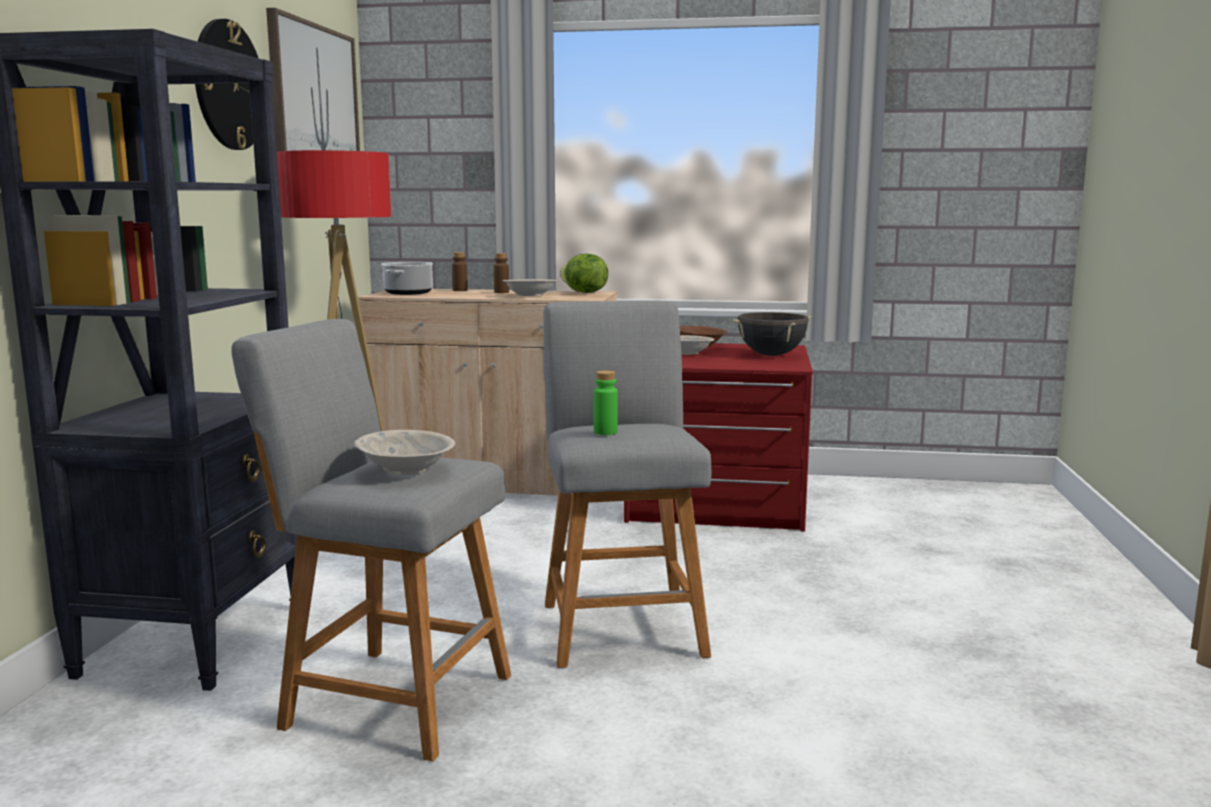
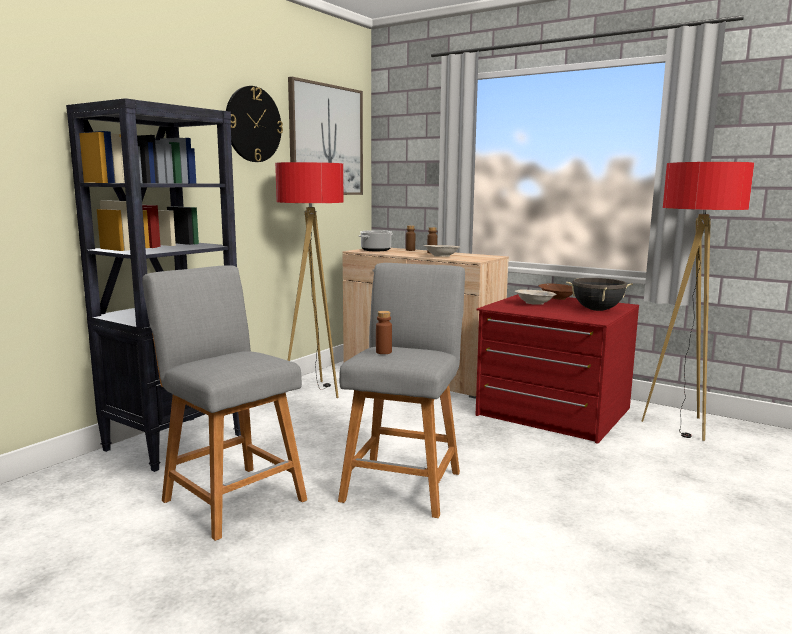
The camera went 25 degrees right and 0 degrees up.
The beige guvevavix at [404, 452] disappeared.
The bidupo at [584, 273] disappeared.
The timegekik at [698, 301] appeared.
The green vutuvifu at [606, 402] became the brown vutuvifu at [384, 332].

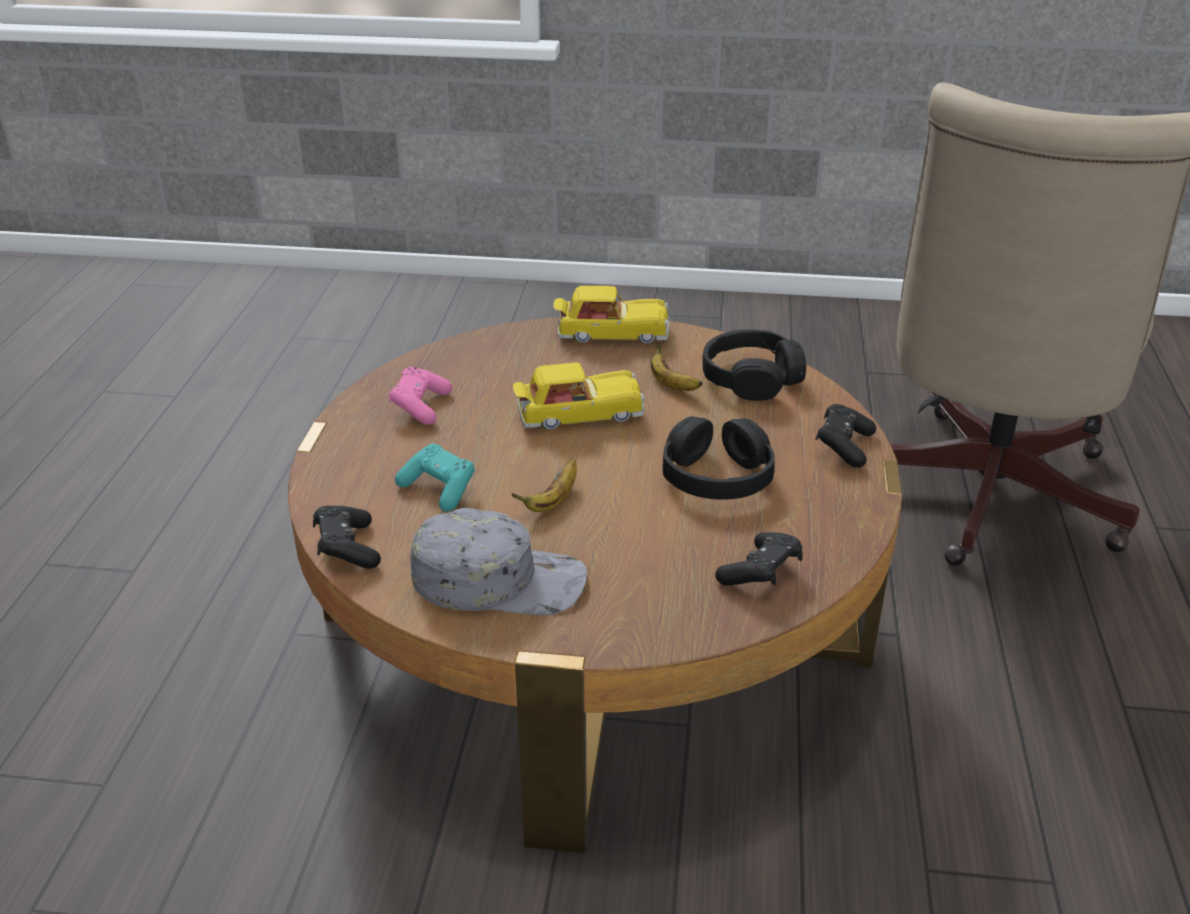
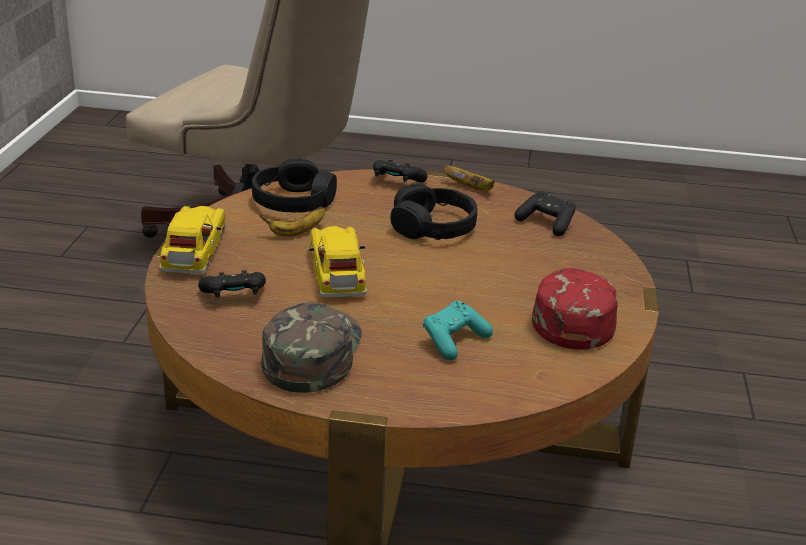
The camera went 90 degrees left and 5 degrees down.
The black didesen moved from [347, 537] to [232, 284].
The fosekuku moved from [544, 485] to [469, 178].
The pink didesen at [420, 396] was replaced by the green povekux at [311, 347].
The grey povekux at [498, 561] became the red povekux at [575, 309].

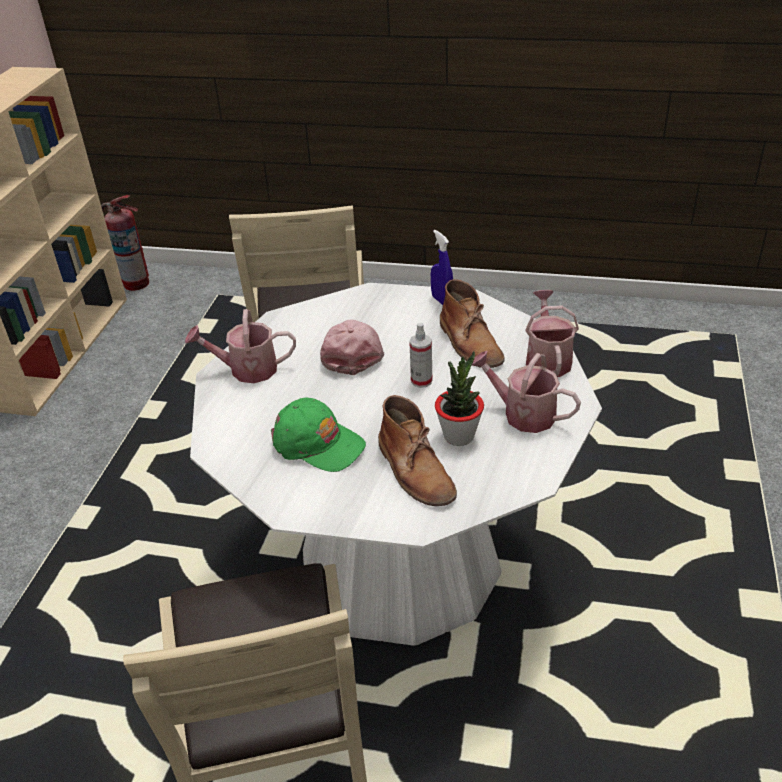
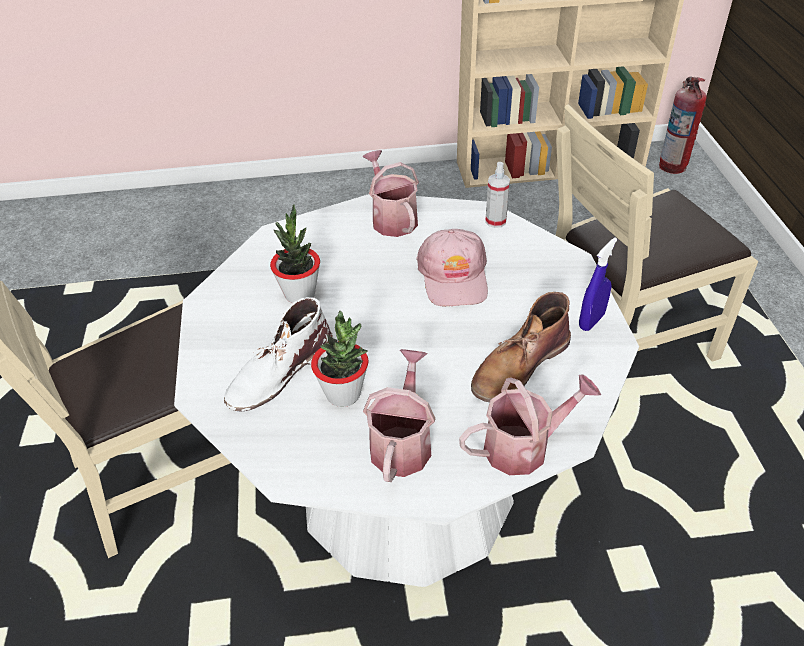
The camera went 70 degrees right and 5 degrees up.
The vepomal moved from [420, 355] to [497, 195].
The green povekux at [318, 434] was replaced by the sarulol at [295, 253].
The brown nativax at [417, 450] became the white nativax at [279, 354].
The pink povekux at [352, 347] turned 105 degrees clockwise.

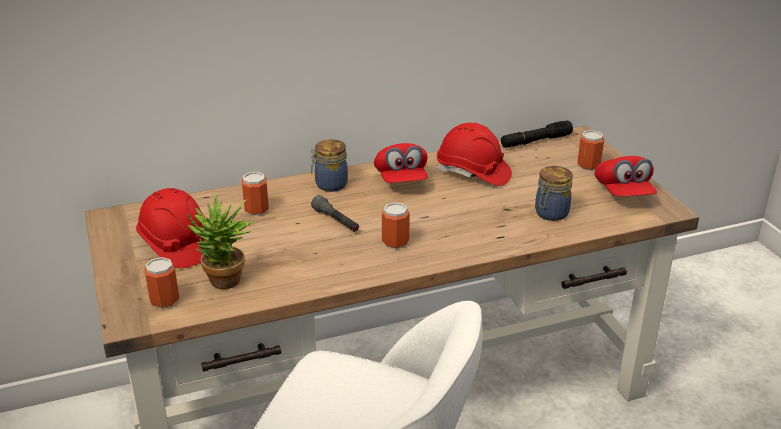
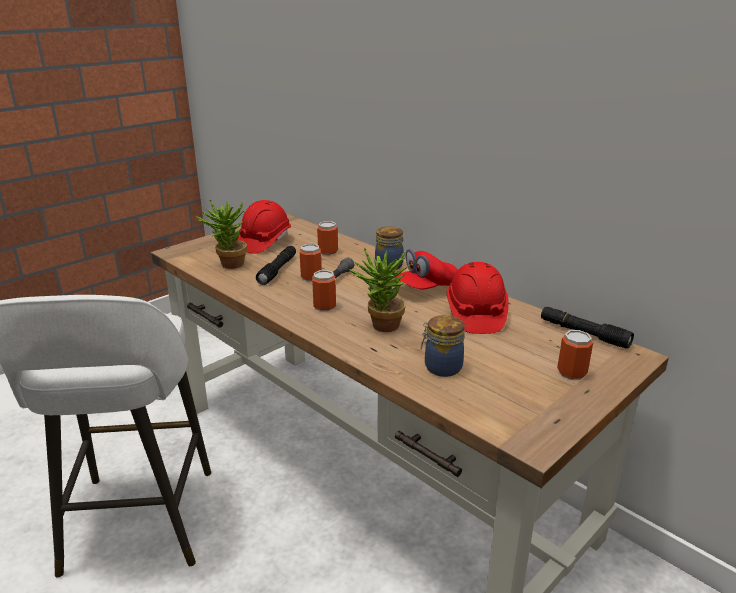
The camera went 65 degrees right and 5 degrees down.
The red povekux at [626, 176] disappeared.
The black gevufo at [276, 265] appeared.
The sarulol at [380, 290] appeared.
The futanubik moved from [161, 283] to [311, 262].

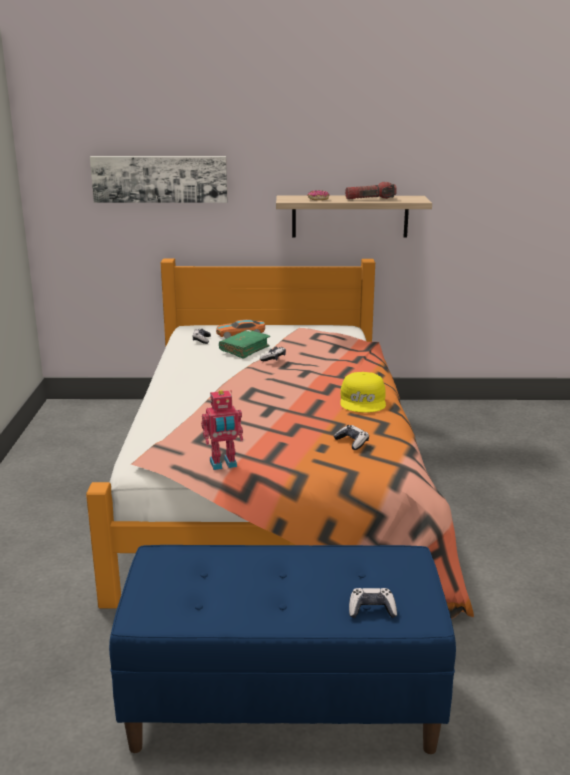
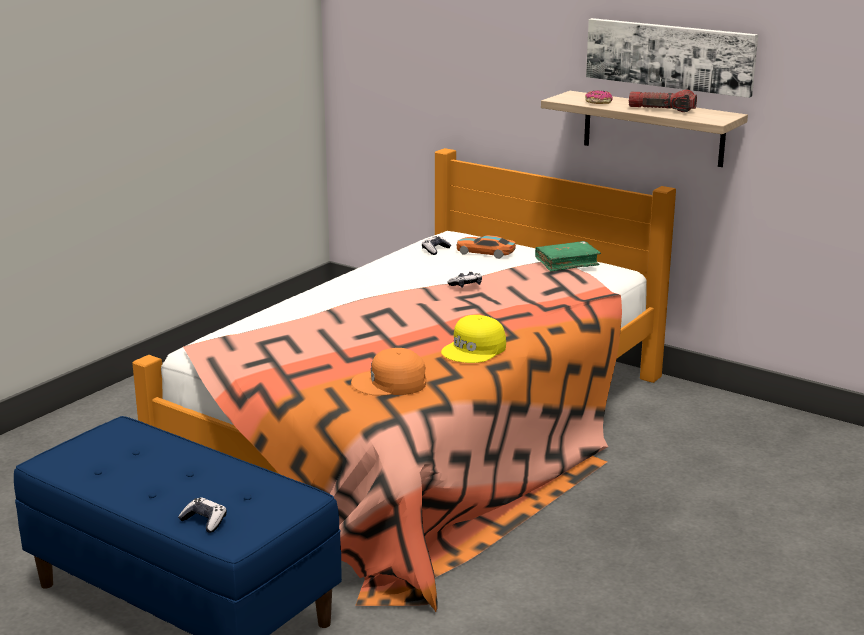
The camera went 35 degrees right and 0 degrees up.
The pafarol at [222, 430] disappeared.
The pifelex moved from [159, 179] to [672, 58].
The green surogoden moved from [244, 344] to [568, 256].
The didesen at [351, 437] was replaced by the orange povekux at [388, 371].

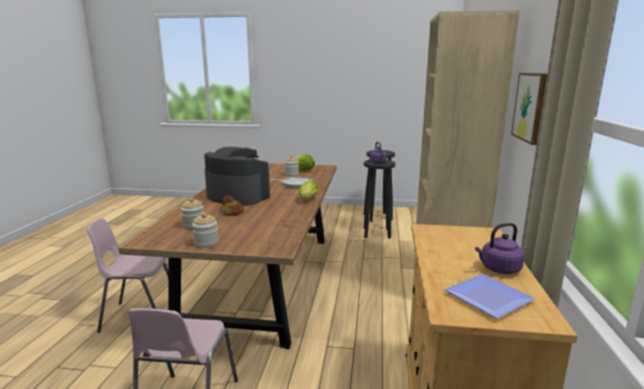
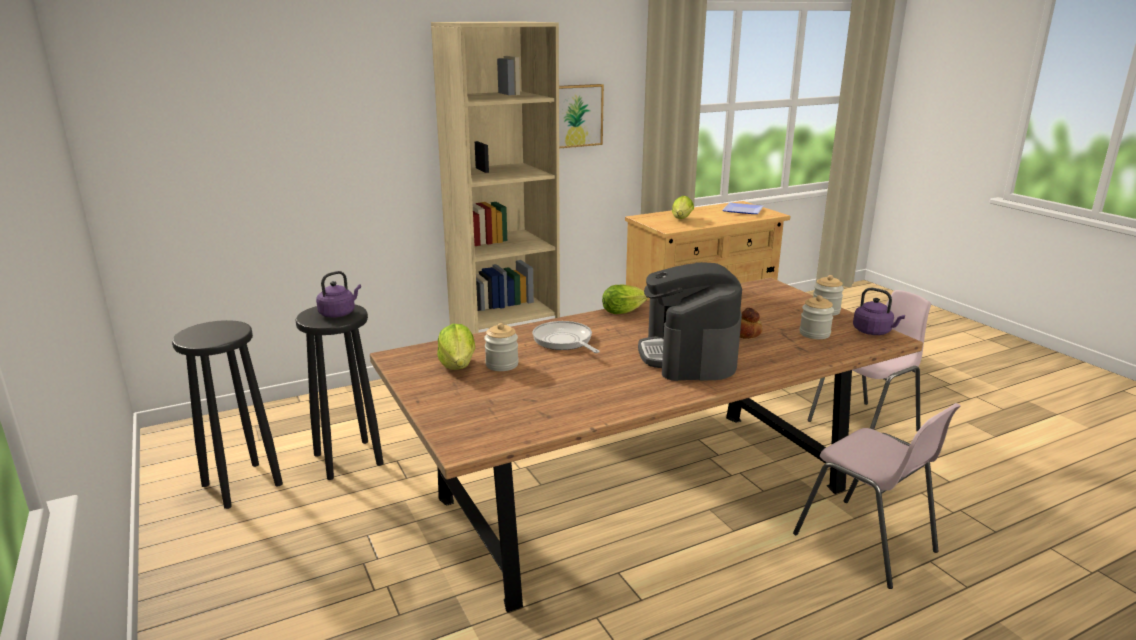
The camera went 125 degrees left and 5 degrees up.
The bidupo at [683, 207] appeared.
The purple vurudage moved from [500, 248] to [879, 311].

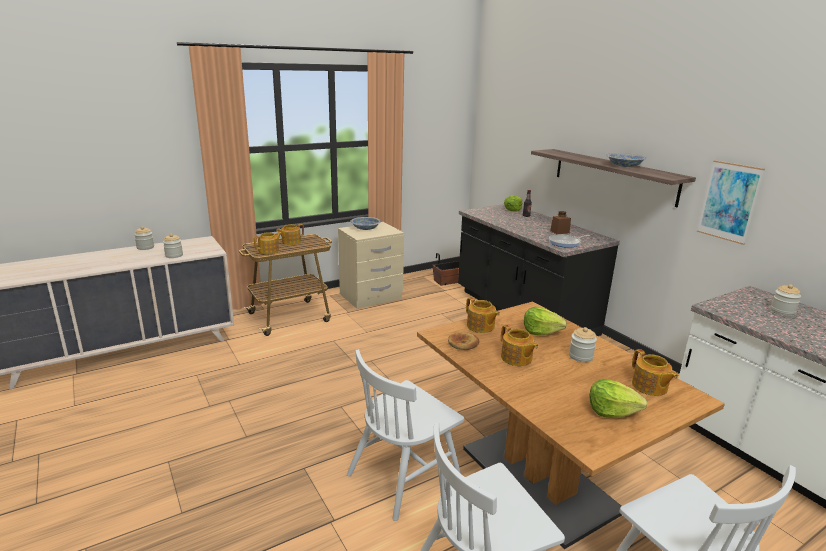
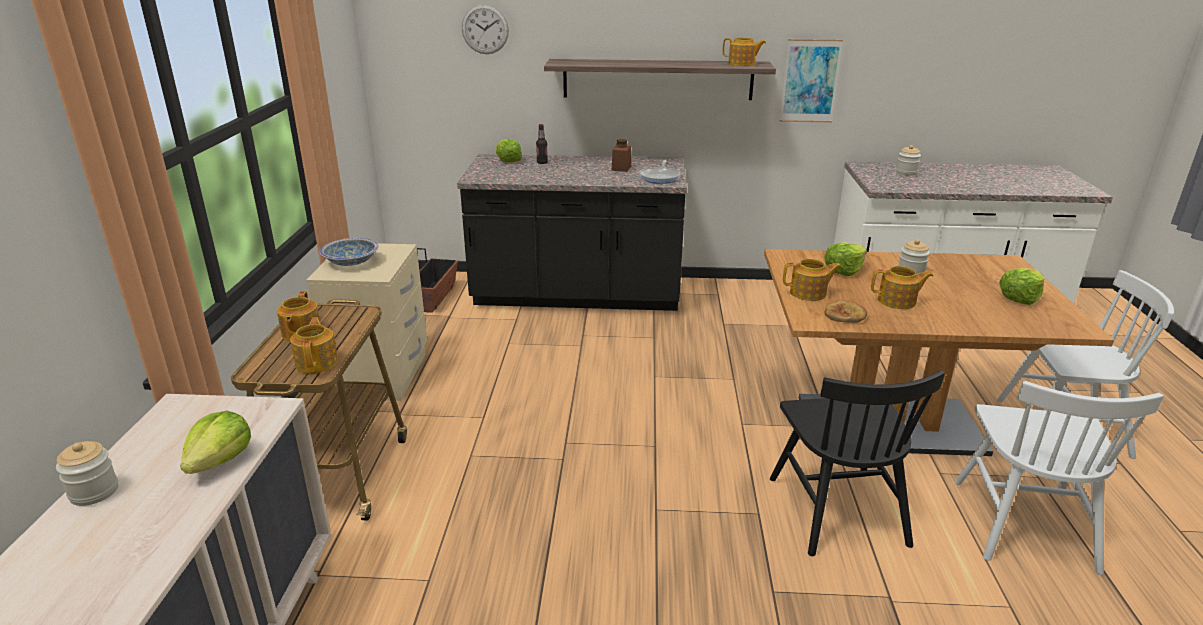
The camera went 55 degrees left and 5 degrees up.
The guvevavix at [627, 160] disappeared.
The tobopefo at [485, 29] appeared.
The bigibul moved from [655, 372] to [744, 52].
The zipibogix at [173, 246] was replaced by the bidupo at [215, 442].
The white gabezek at [405, 435] became the black gabezek at [857, 463].

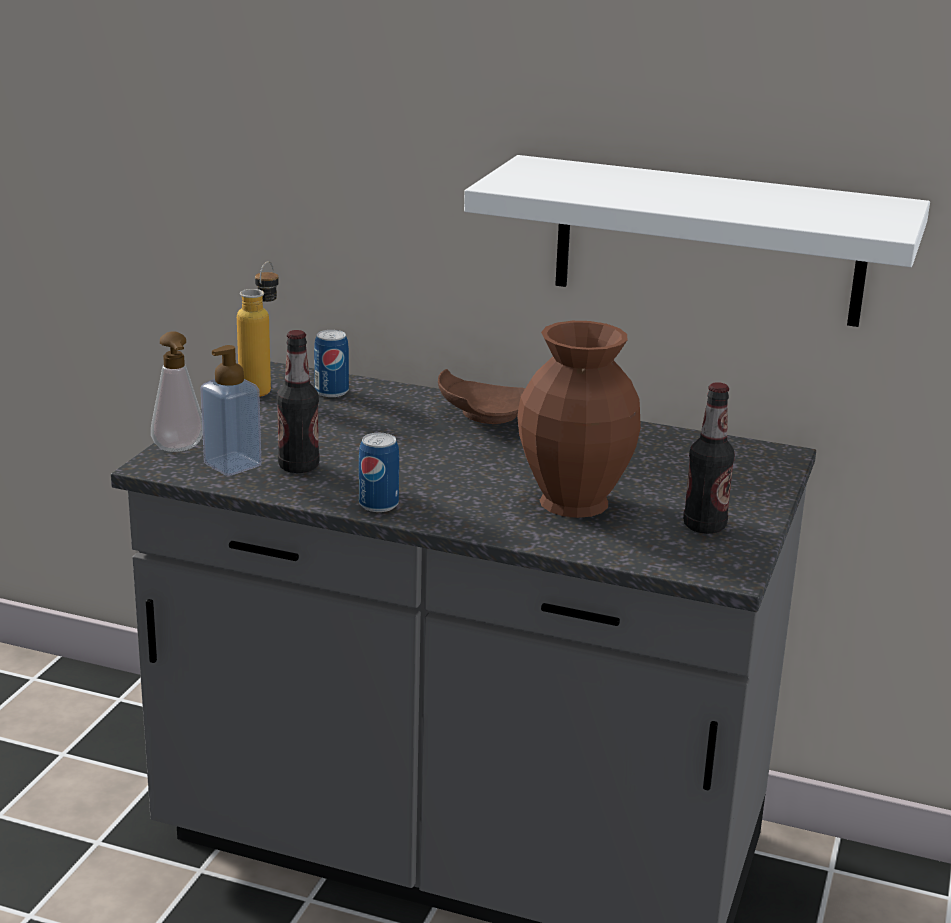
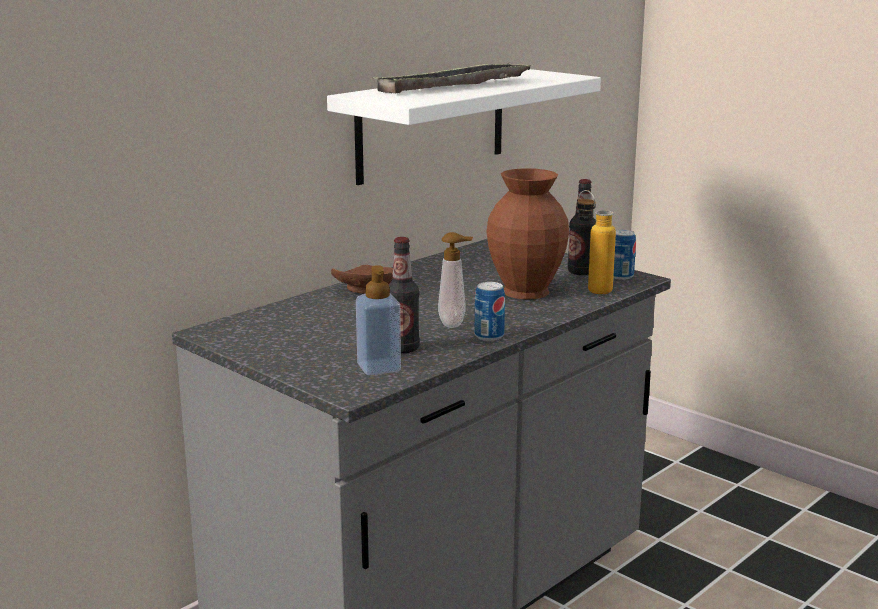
The camera went 65 degrees left and 5 degrees down.
The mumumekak at [454, 77] appeared.
The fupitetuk moved from [177, 391] to [455, 280].
The vutuvifu moved from [258, 329] to [596, 242].
The futanubik moved from [331, 363] to [624, 254].

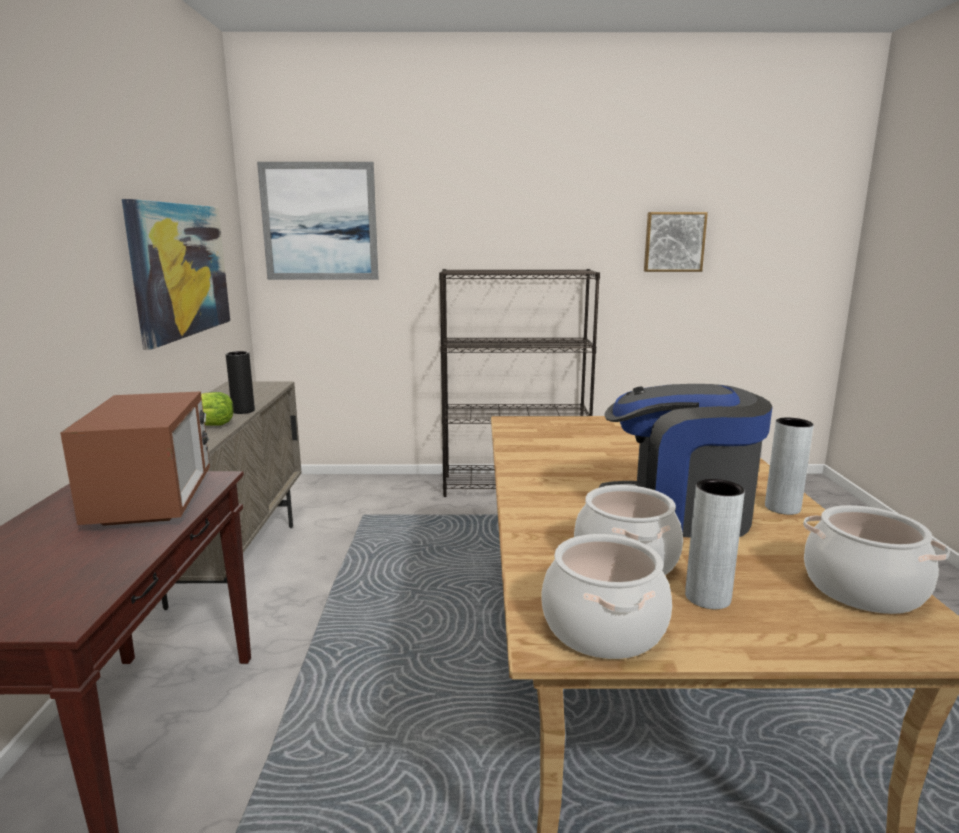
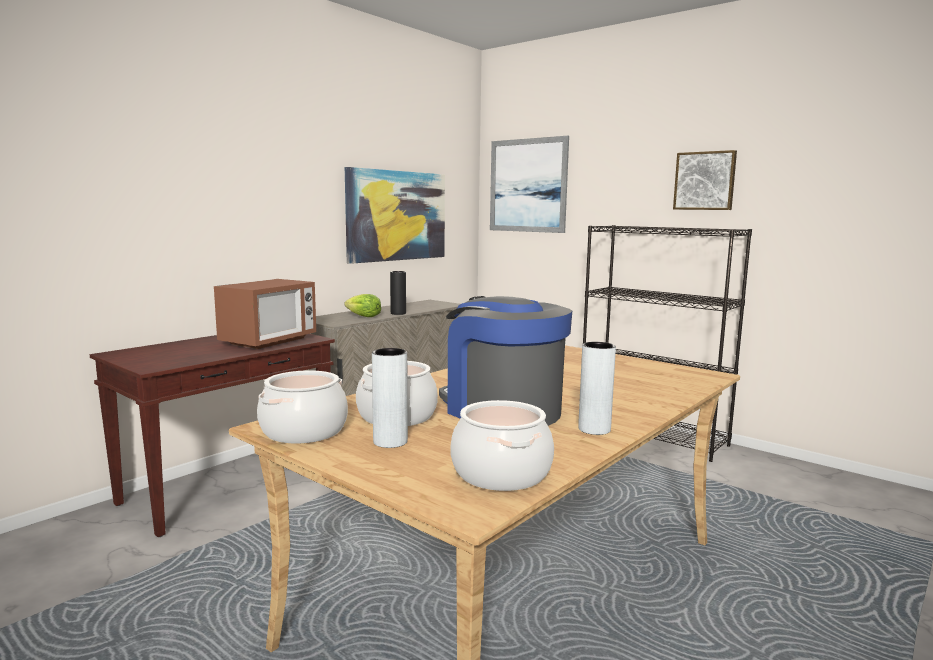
The camera went 40 degrees right and 5 degrees down.
The pifelex moved from [676, 242] to [705, 180].

